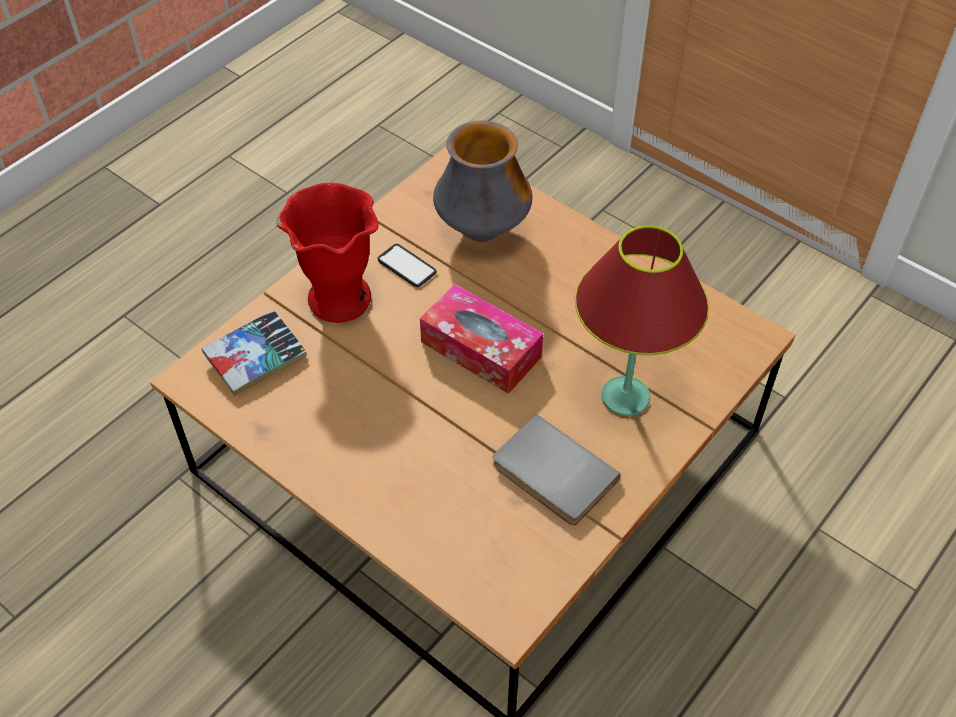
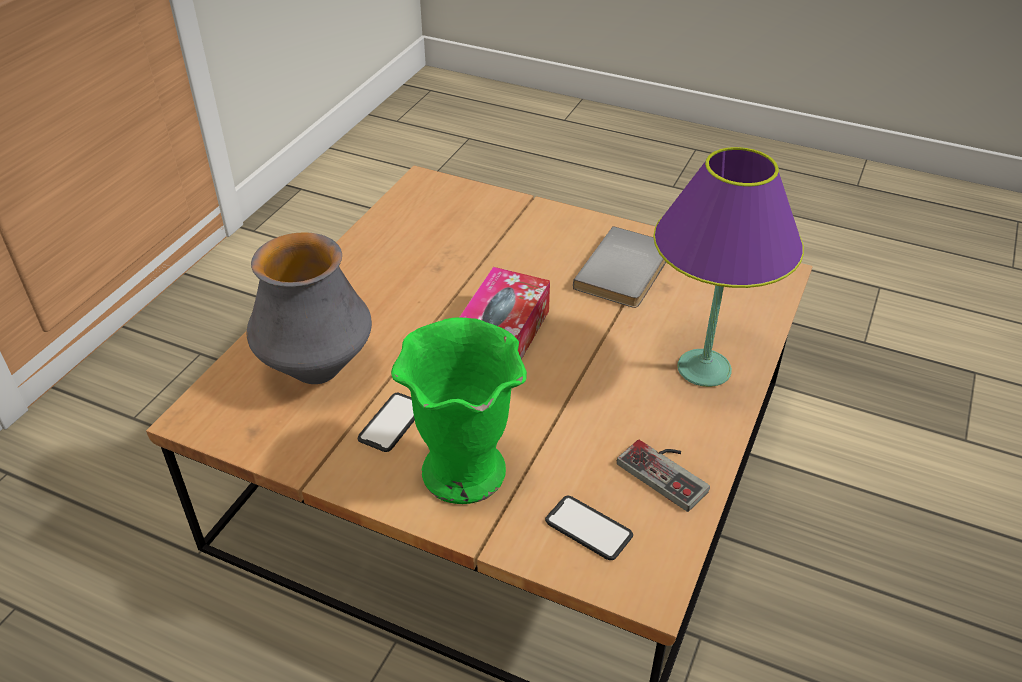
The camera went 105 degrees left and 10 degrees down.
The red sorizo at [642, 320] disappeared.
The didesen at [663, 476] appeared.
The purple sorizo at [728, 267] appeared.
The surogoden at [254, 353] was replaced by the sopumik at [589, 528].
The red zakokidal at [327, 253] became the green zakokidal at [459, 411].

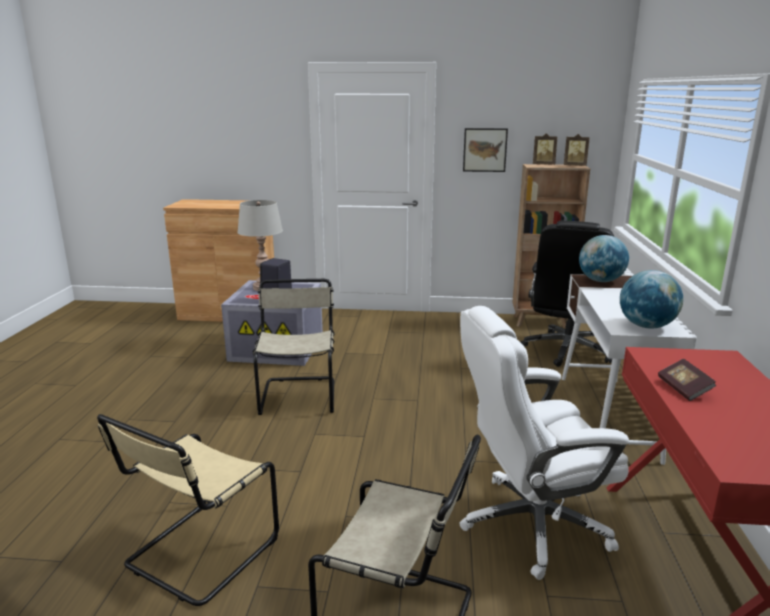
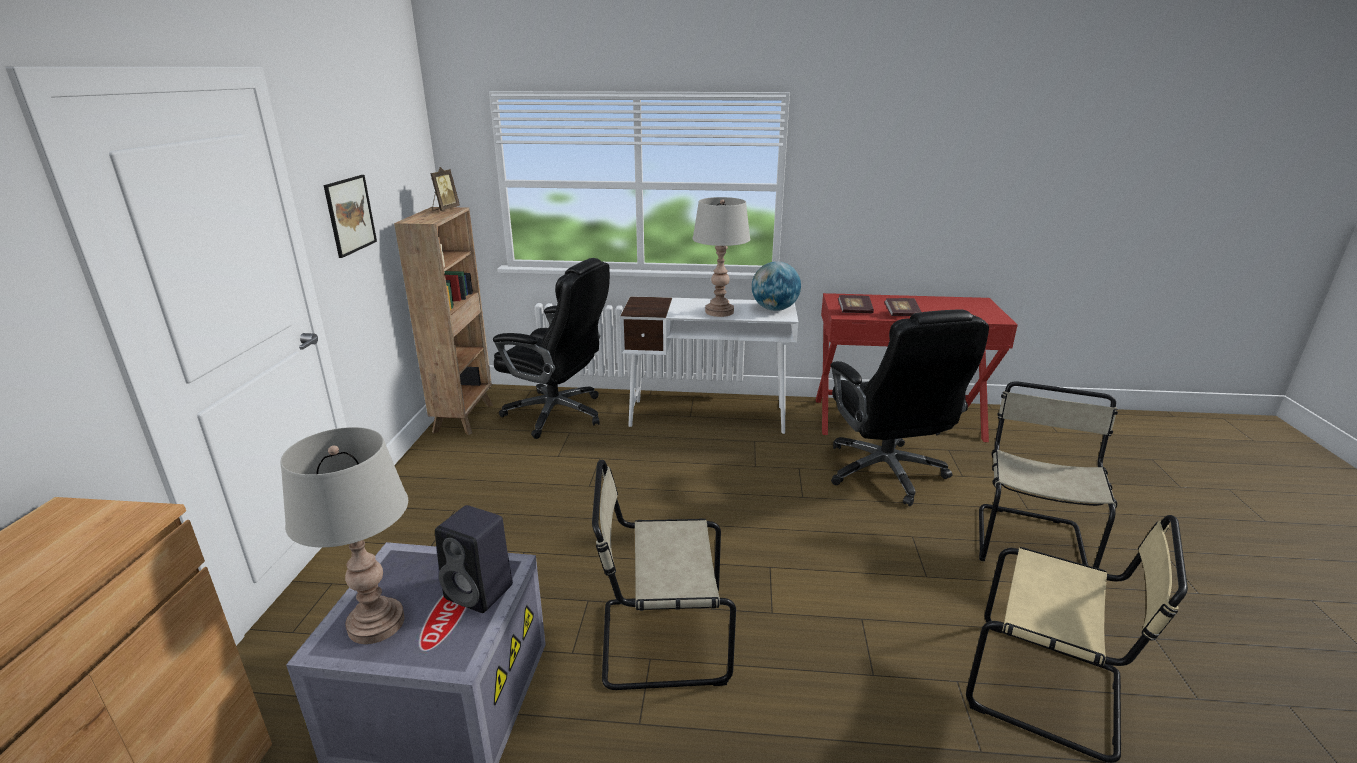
The camera went 90 degrees left and 5 degrees up.
The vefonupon at [545, 149] disappeared.
The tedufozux at [604, 258] disappeared.
The grey sorizo at [721, 257] appeared.
The surogoden at [856, 304] appeared.
The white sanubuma at [544, 443] became the black sanubuma at [910, 408].

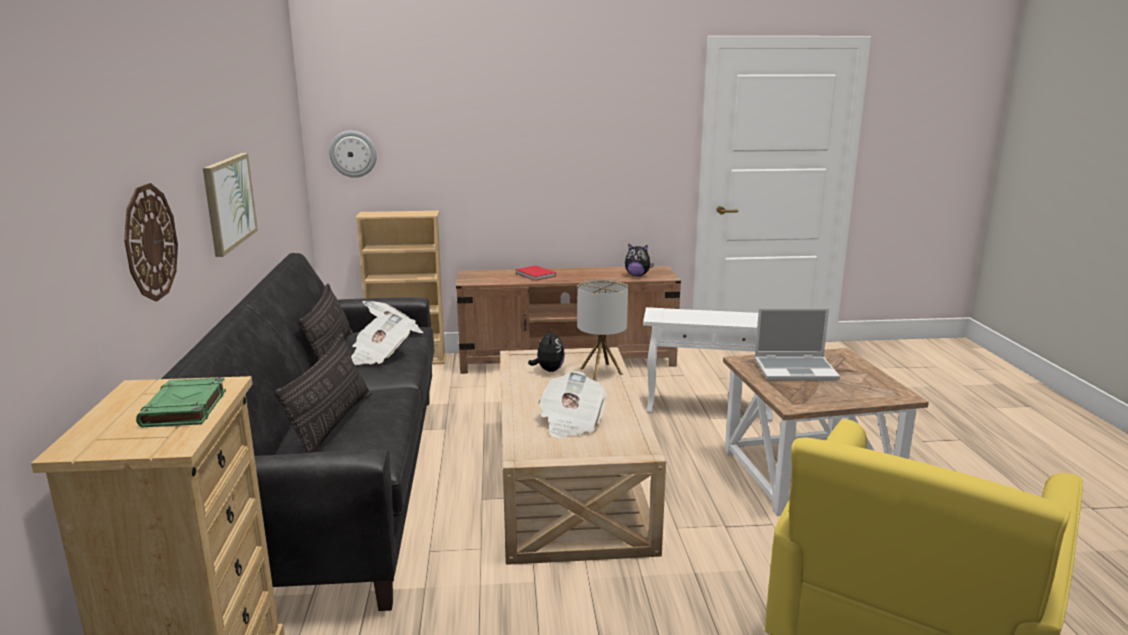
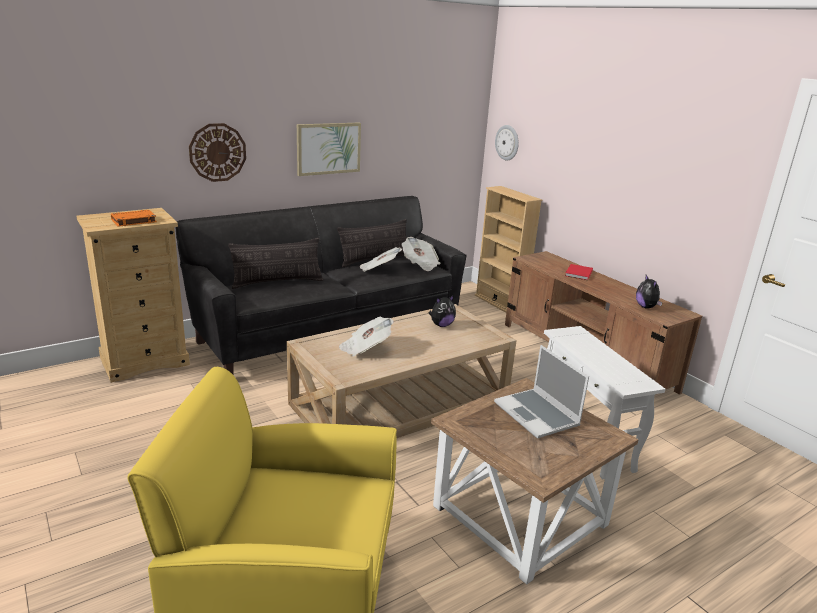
The camera went 60 degrees right and 5 degrees up.
The sorizo at [602, 330] disappeared.
The green surogoden at [181, 402] became the orange surogoden at [134, 218].

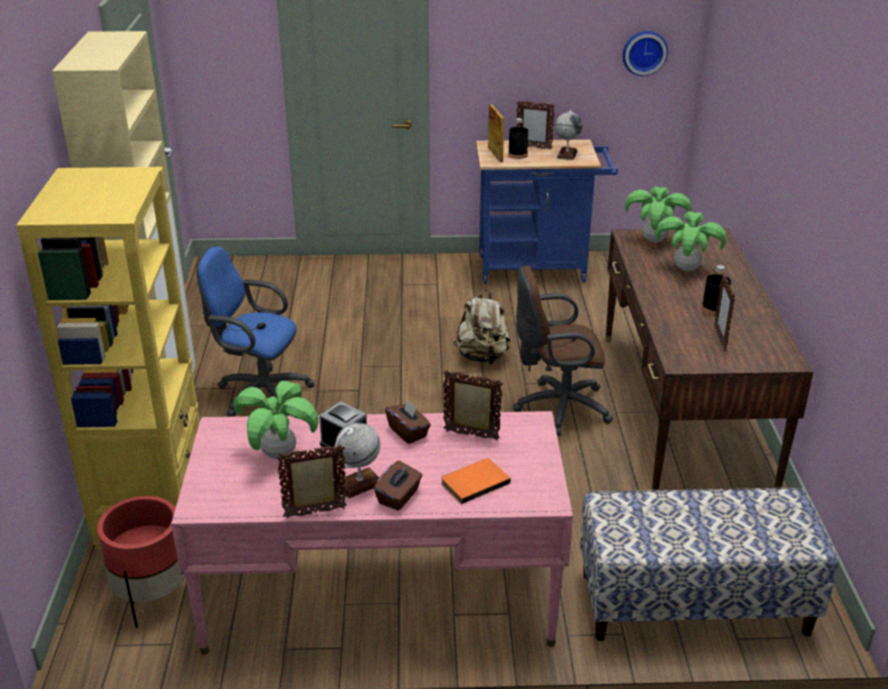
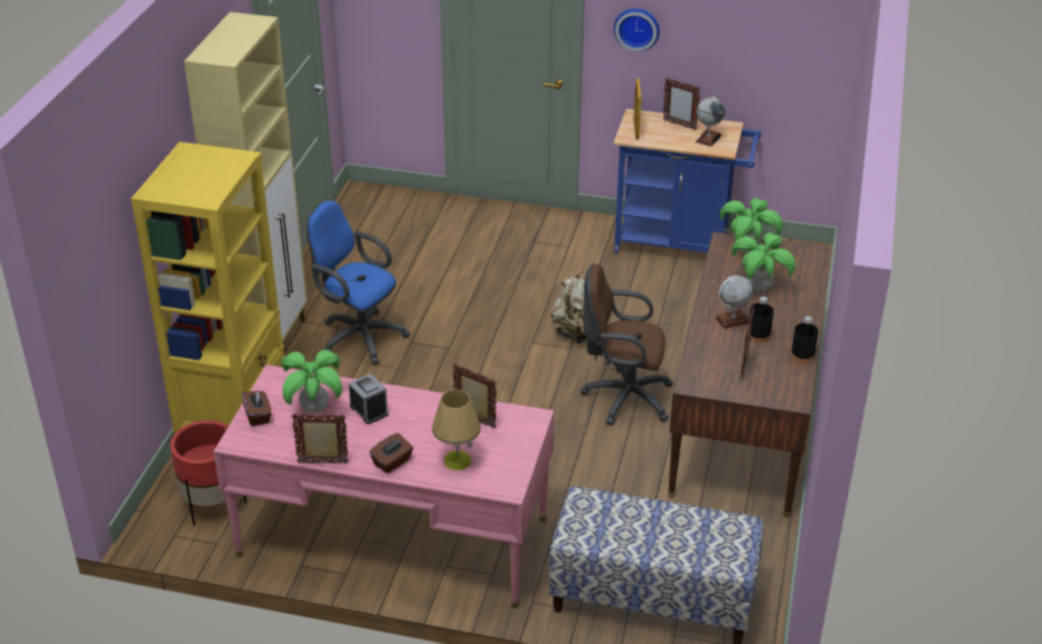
The camera went 15 degrees right and 5 degrees up.
The tedufozux moved from [357, 460] to [734, 302].
The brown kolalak moved from [408, 421] to [256, 407].
The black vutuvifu moved from [518, 138] to [805, 339].
The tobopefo moved from [645, 53] to [636, 30].
The orange surogoden at [476, 481] was replaced by the sorizo at [456, 429].

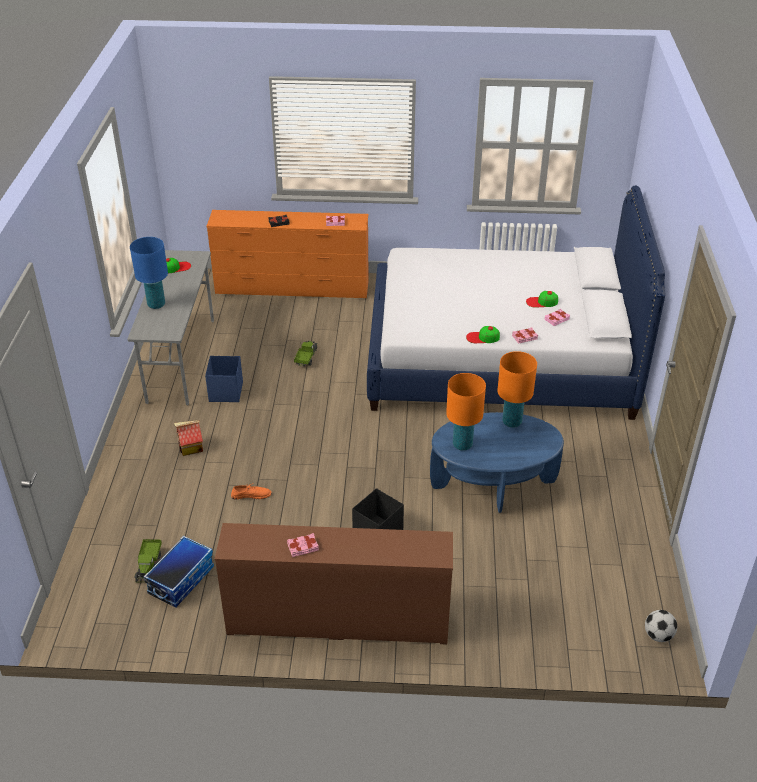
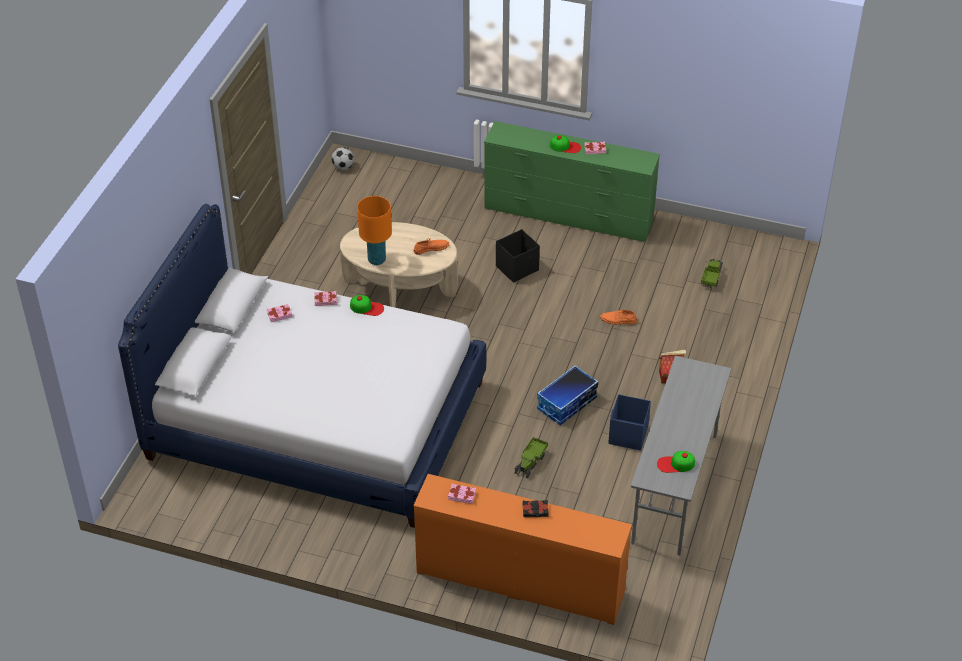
The camera went 165 degrees left and 5 degrees up.
The blue sorizo at [149, 273] disappeared.
The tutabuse moved from [179, 571] to [568, 395].
The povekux moved from [542, 299] to [565, 144].
The orange sorizo at [466, 412] was replaced by the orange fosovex at [431, 246].
The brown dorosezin at [334, 584] became the green dorosezin at [572, 181].
The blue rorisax at [497, 462] became the beige rorisax at [399, 264].

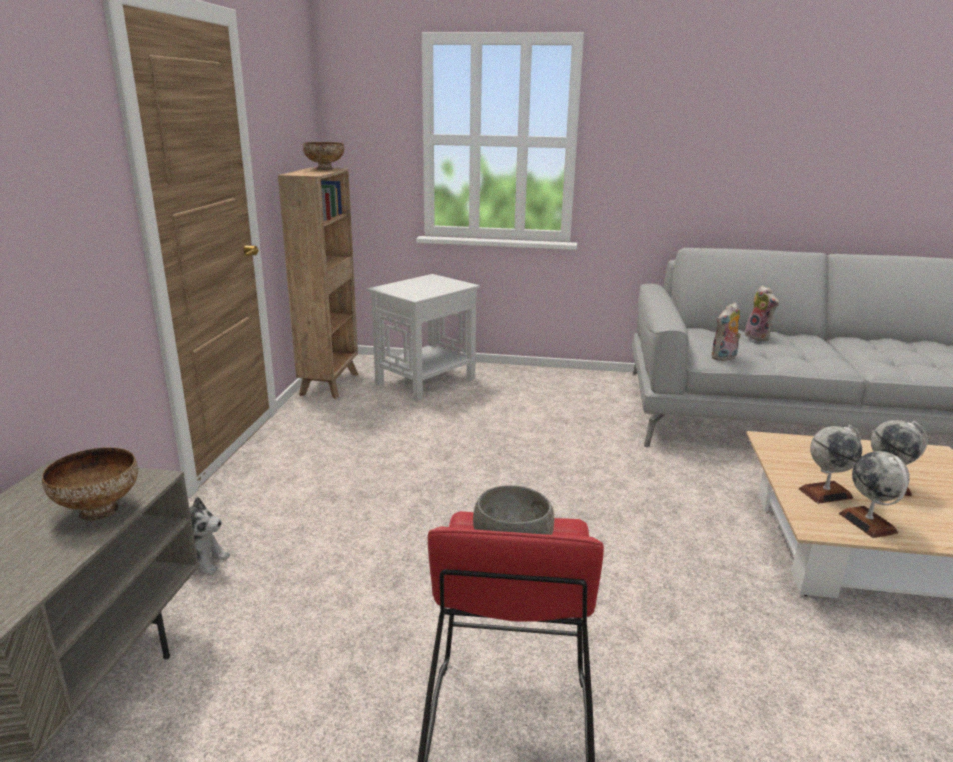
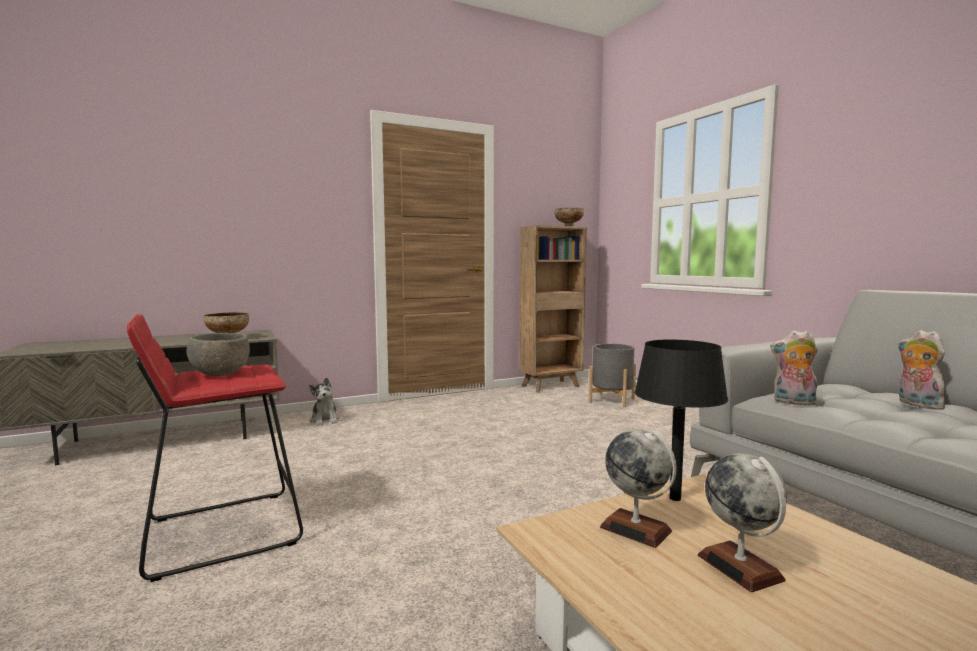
The camera went 55 degrees right and 15 degrees down.
The tedufozux at [874, 494] disappeared.
The black sorizo at [681, 420] appeared.
The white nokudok at [423, 337] was replaced by the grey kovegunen at [612, 375].
The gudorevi at [762, 313] turned 135 degrees clockwise.

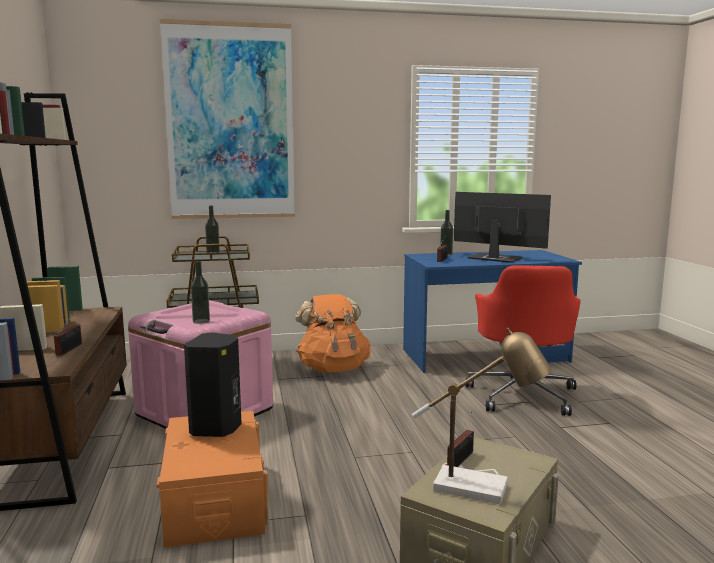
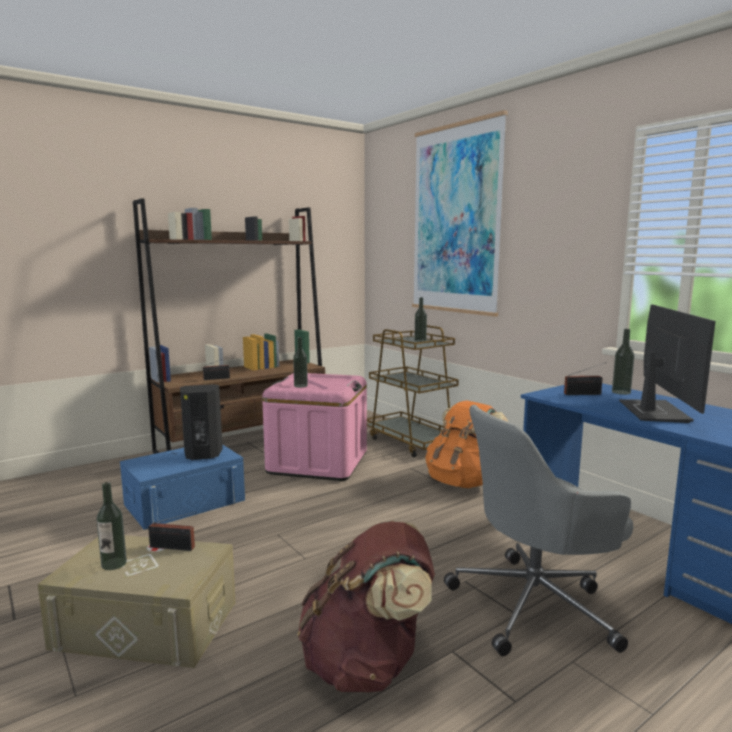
The camera went 65 degrees right and 0 degrees up.
The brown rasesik at [366, 606] appeared.
The sorizo at [482, 416] was replaced by the vutuvifu at [111, 526].
The orange tutabuse at [212, 479] became the blue tutabuse at [182, 487].
The red sanubuma at [523, 341] became the grey sanubuma at [538, 530].

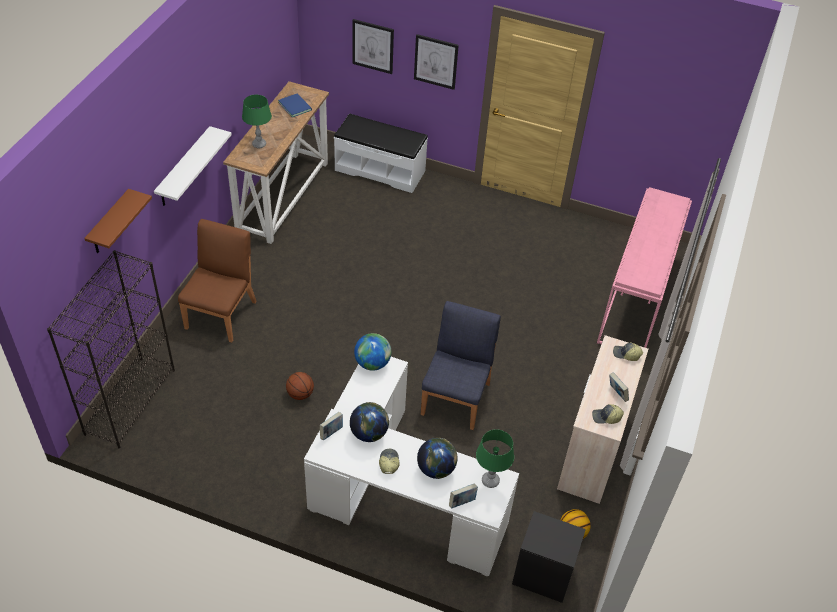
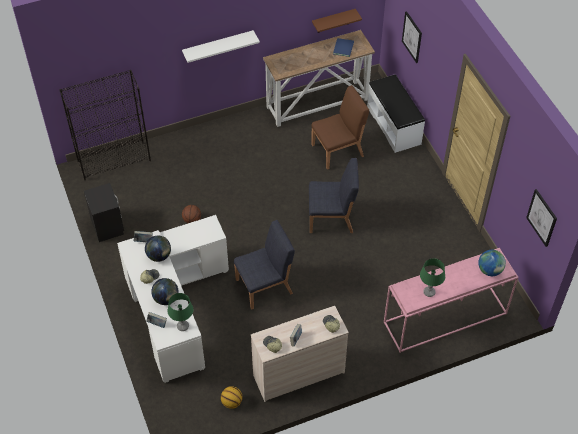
The camera went 50 degrees right and 5 degrees up.
The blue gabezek at [334, 195] appeared.
The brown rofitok moved from [118, 221] to [337, 21].
The brown gabezek moved from [217, 281] to [340, 127].
The green sorizo moved from [257, 121] to [432, 277].
The tedufozux moved from [372, 352] to [492, 263].
The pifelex moved from [436, 62] to [541, 218].
The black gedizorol moved from [549, 557] to [104, 212].

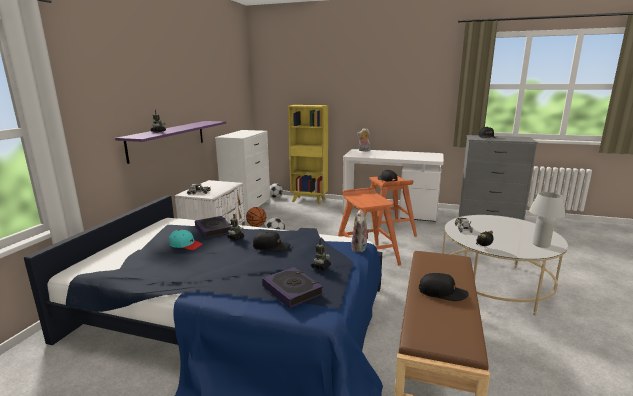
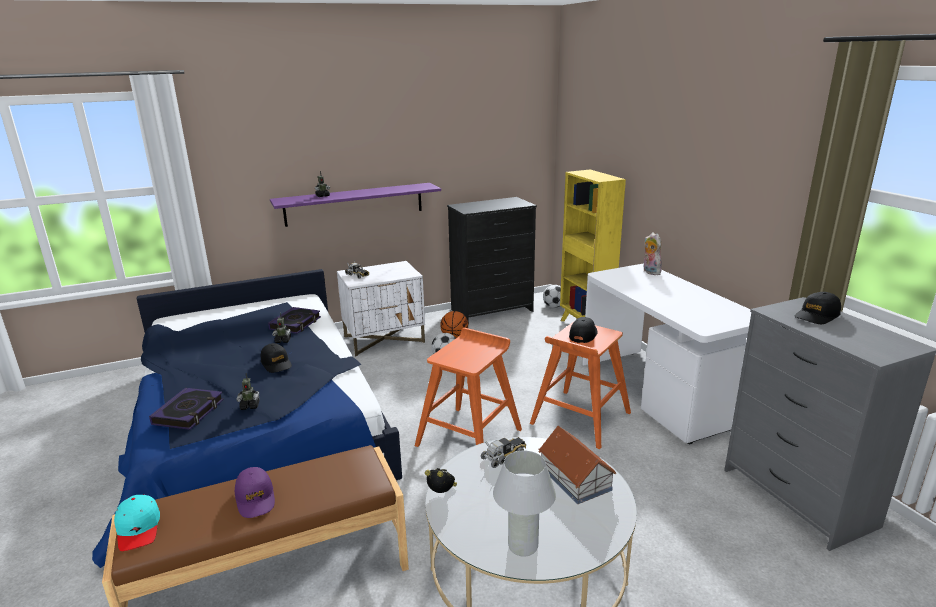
The camera went 50 degrees right and 5 degrees up.
The gudorevi at [360, 230] disappeared.
The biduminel at [577, 465] appeared.
The turquoise povekux moved from [186, 240] to [137, 523].
The white dorosezin at [243, 174] became the black dorosezin at [492, 260].
The black povekux at [444, 287] became the purple povekux at [255, 492].

